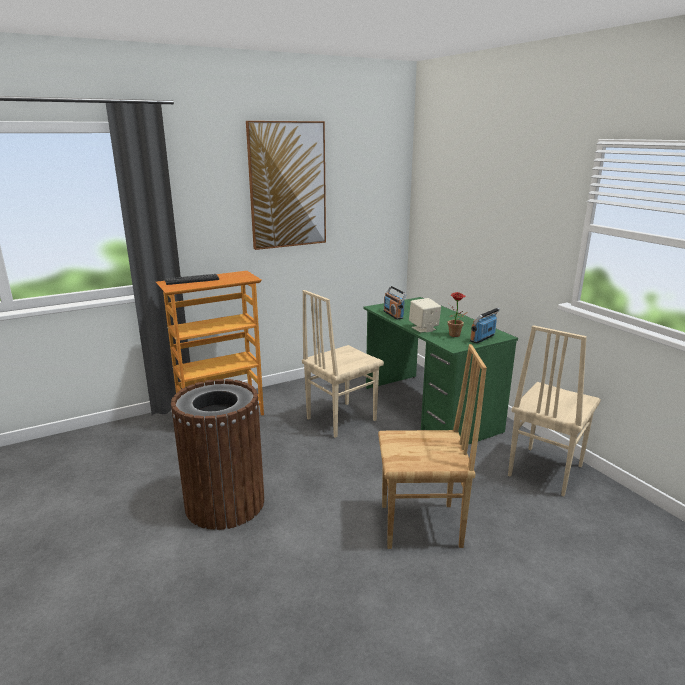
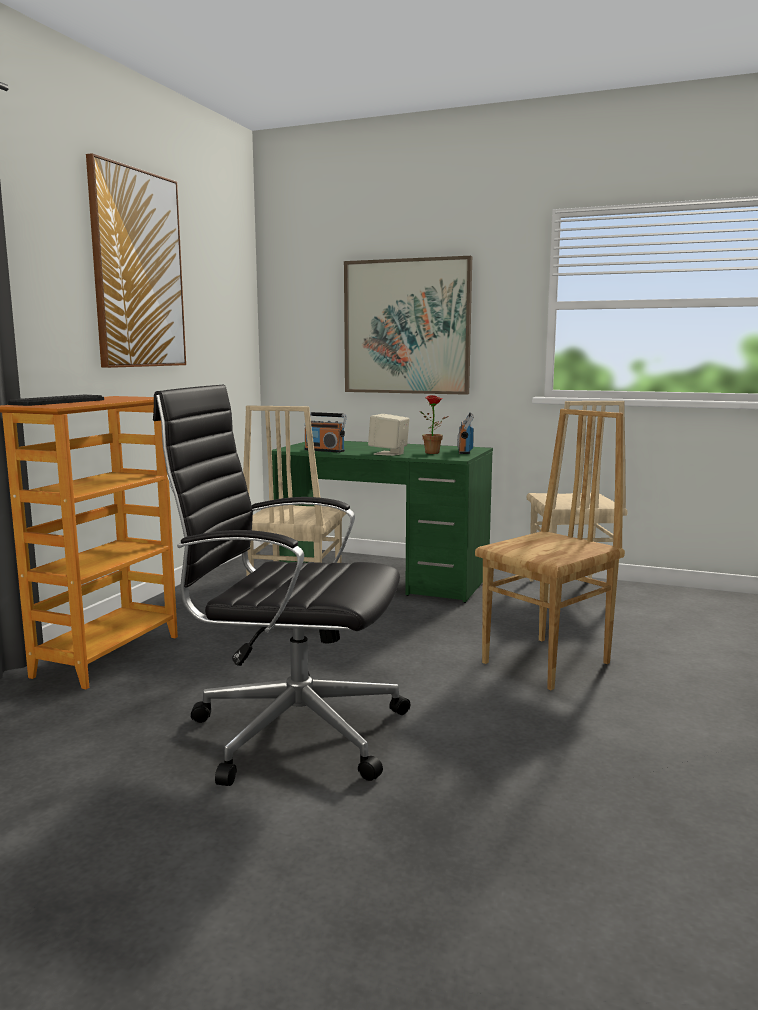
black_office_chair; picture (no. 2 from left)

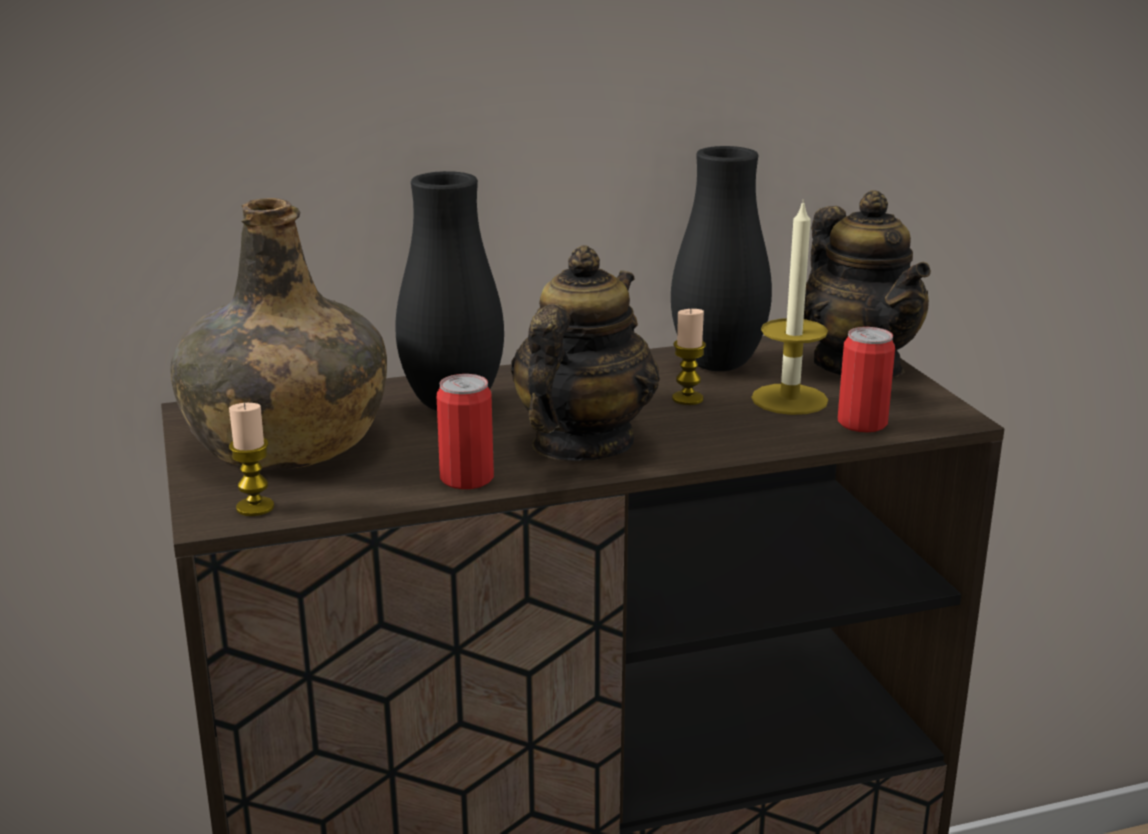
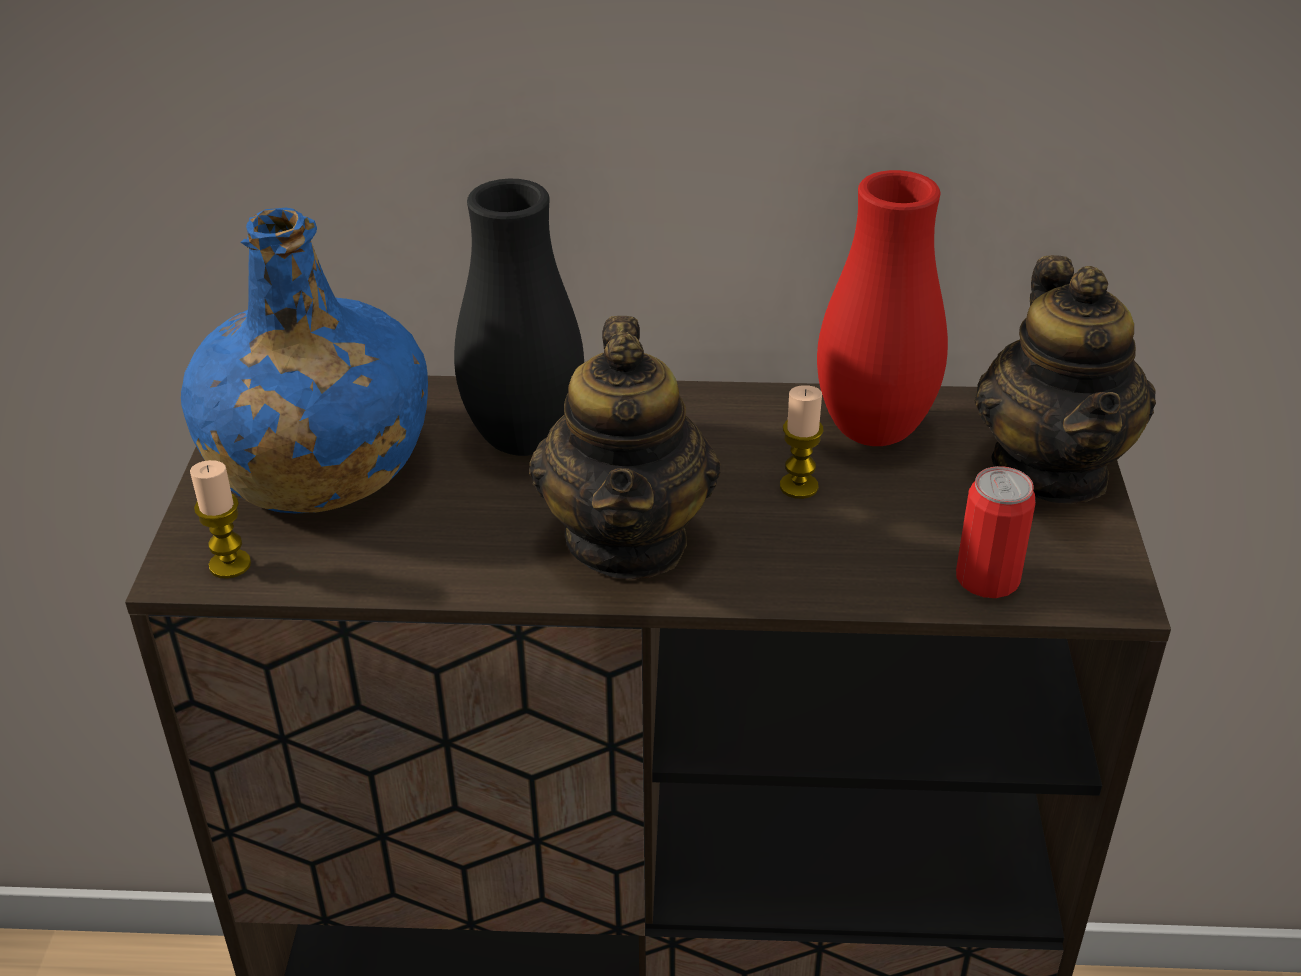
red_vase; blue_bottle; candle (no. 3 from left in the first image); teapot (no. 1 from left); can (no. 1 from left in the first image)

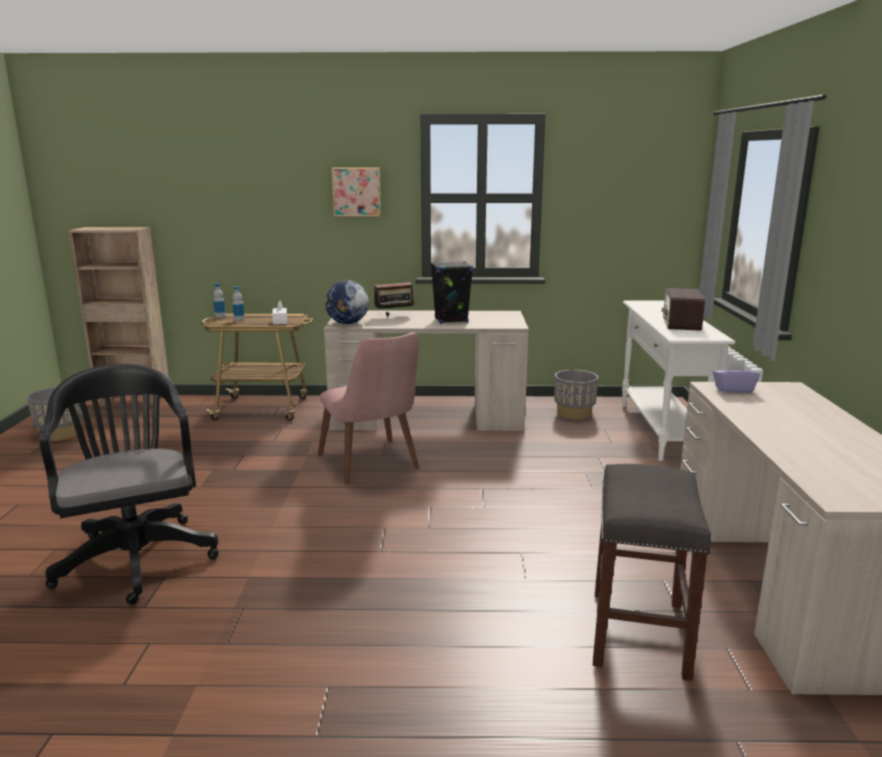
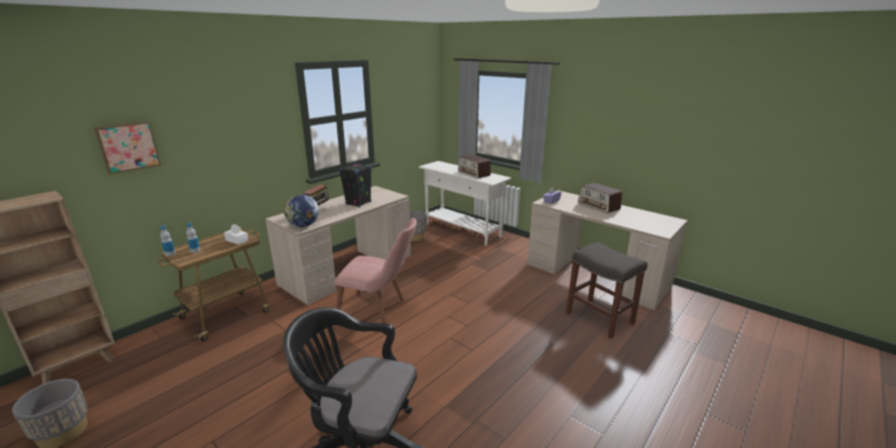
picture; radio (no. 3 from left)

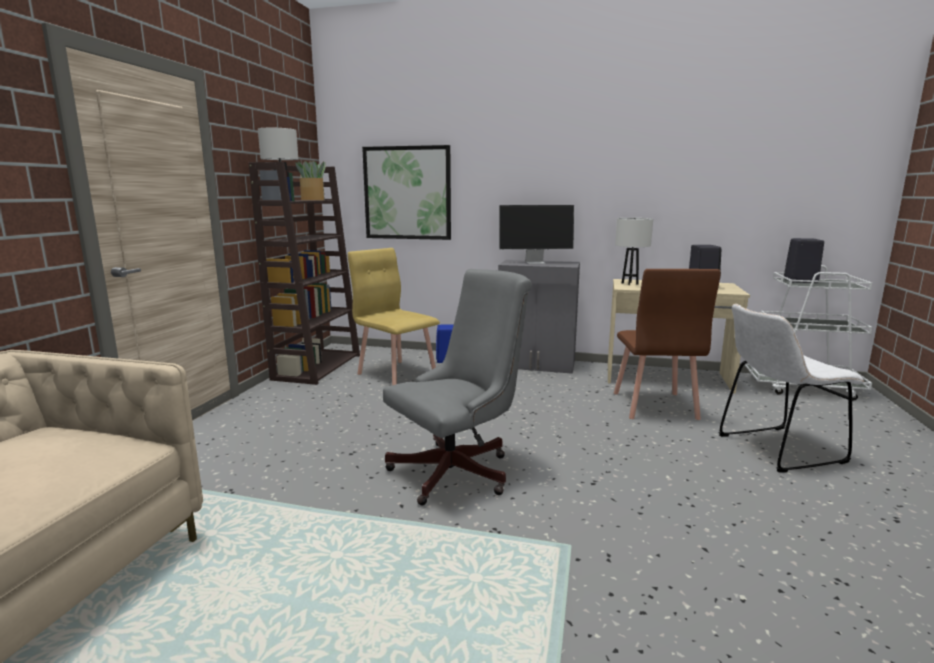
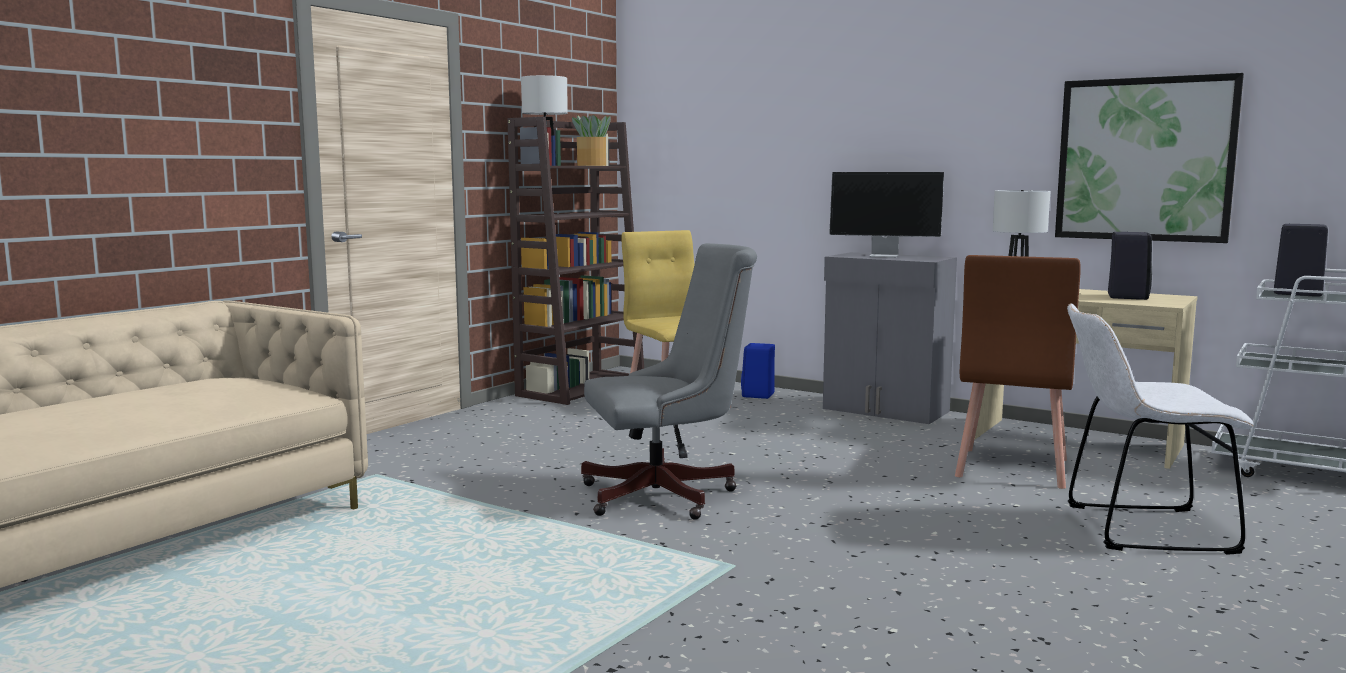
picture

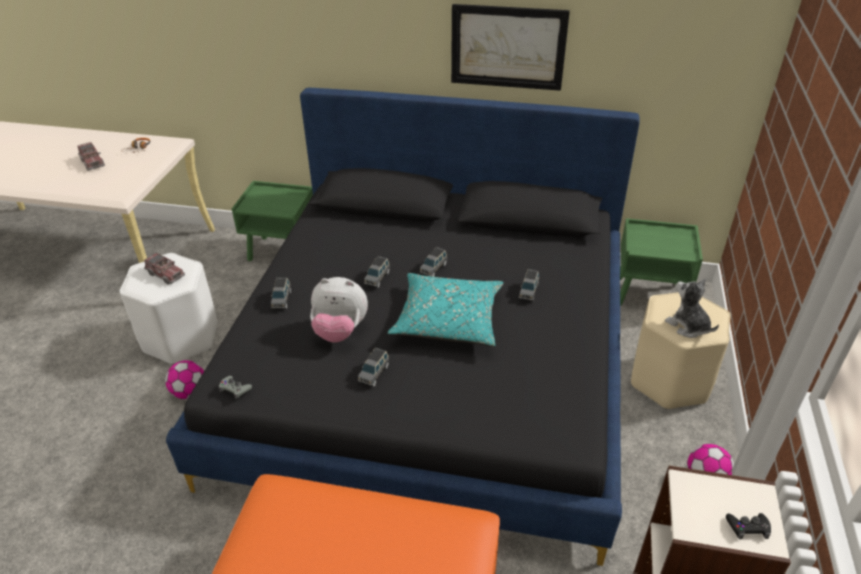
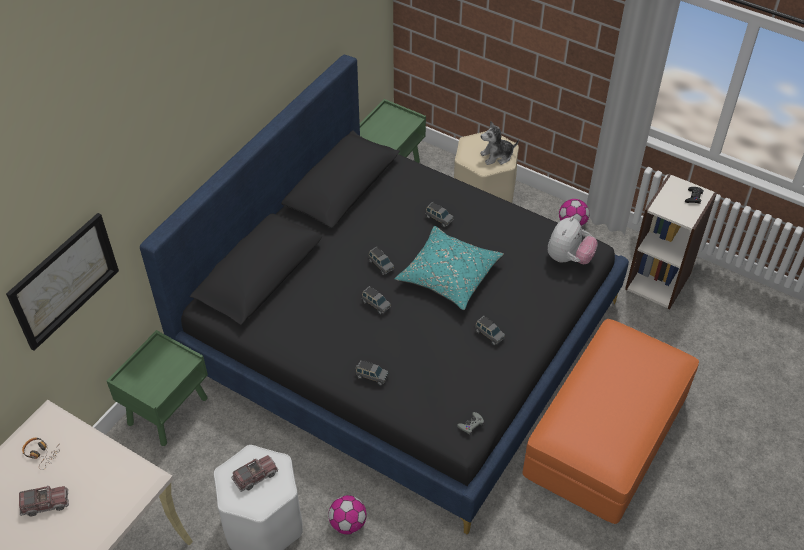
picture; plush_toy (no. 2 from left)

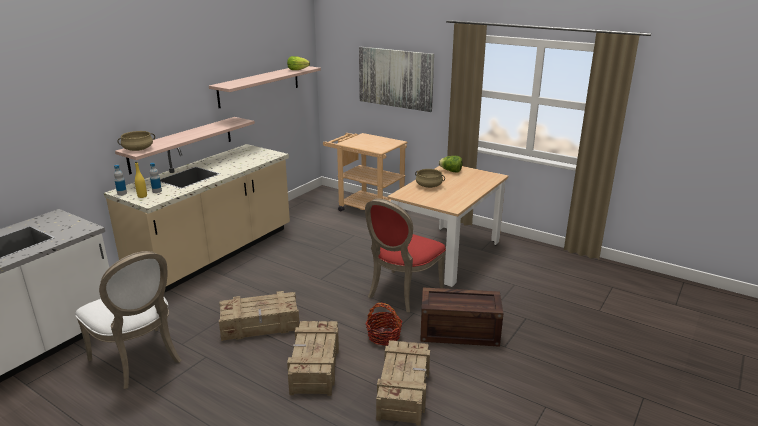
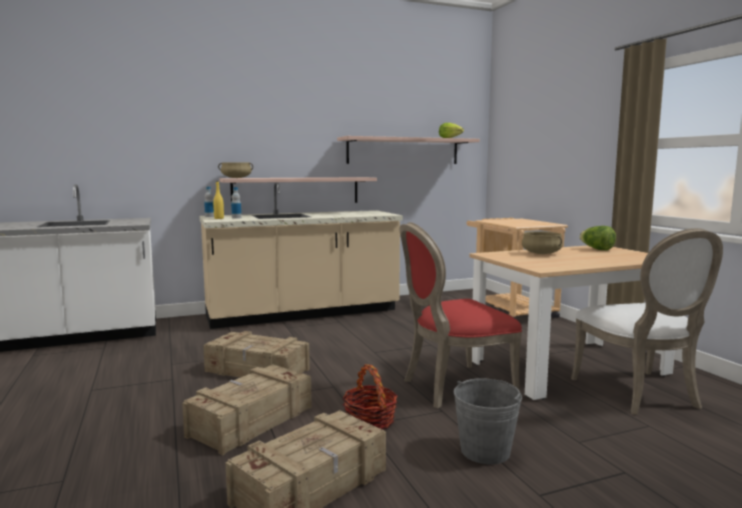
picture; white_chair; grey_bucket

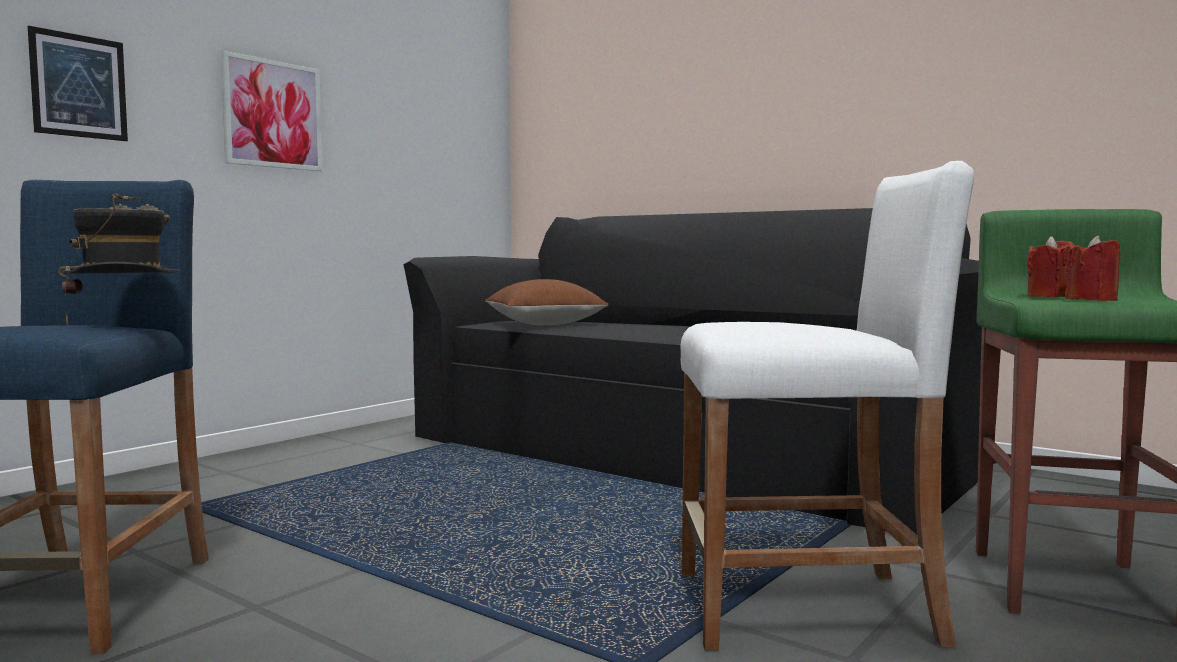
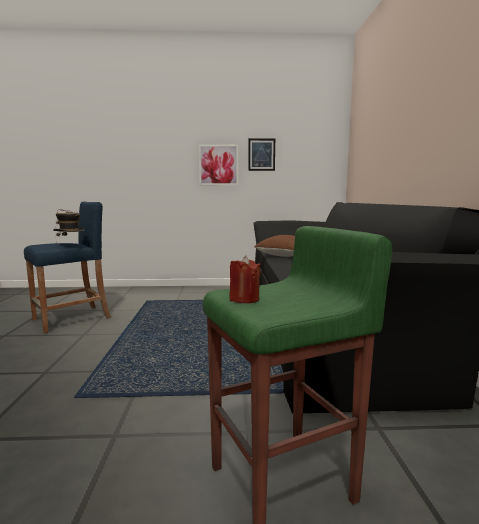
picture (no. 2 from left); white_stool; red_candle (no. 1 from left in the first image)

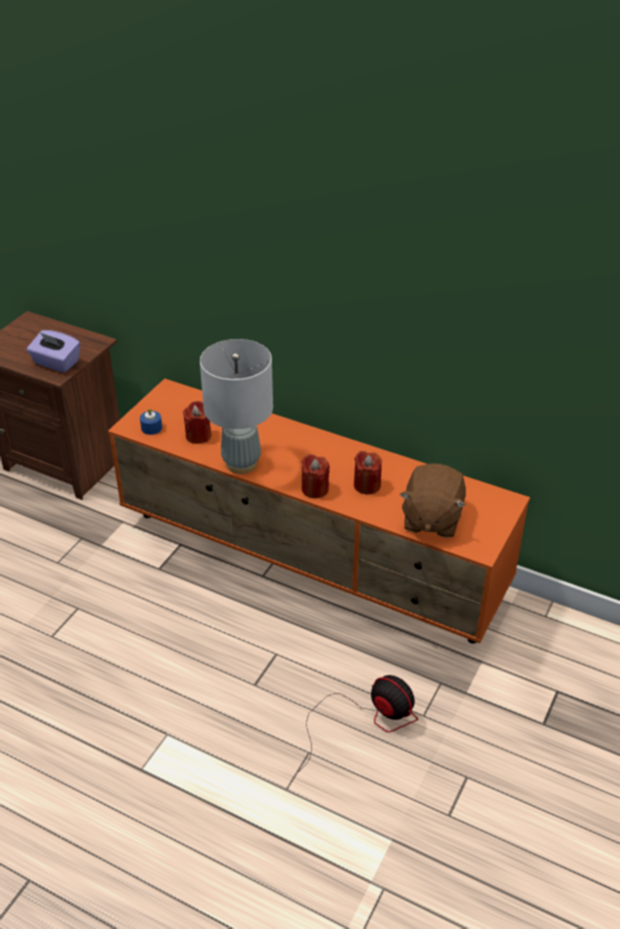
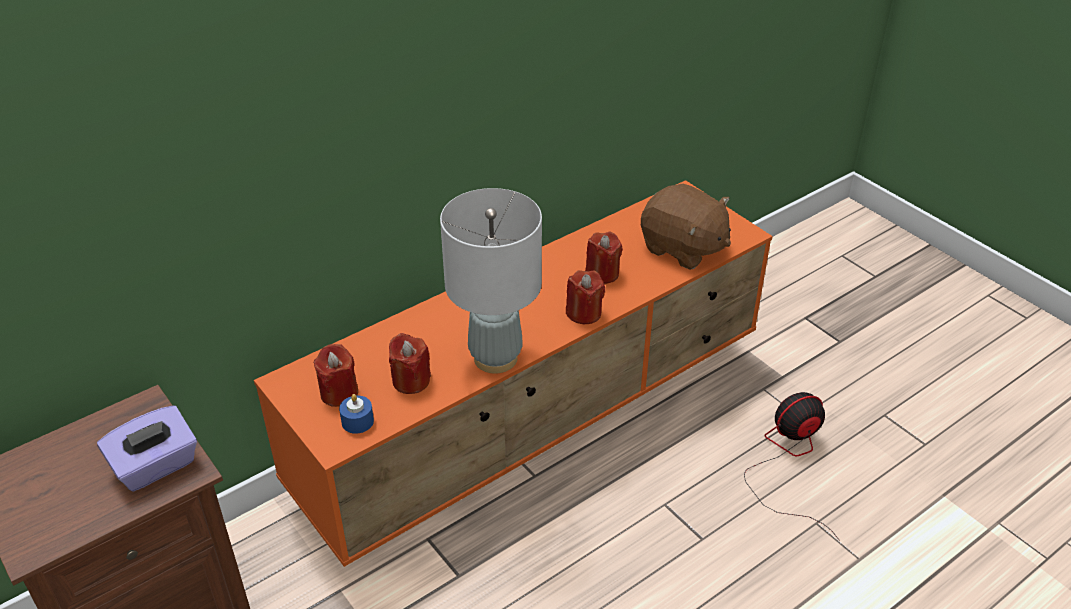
red_candle (no. 1 from left)

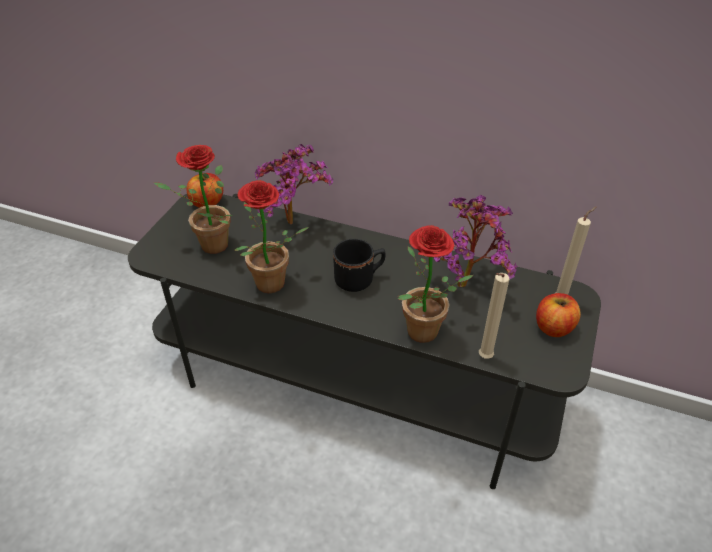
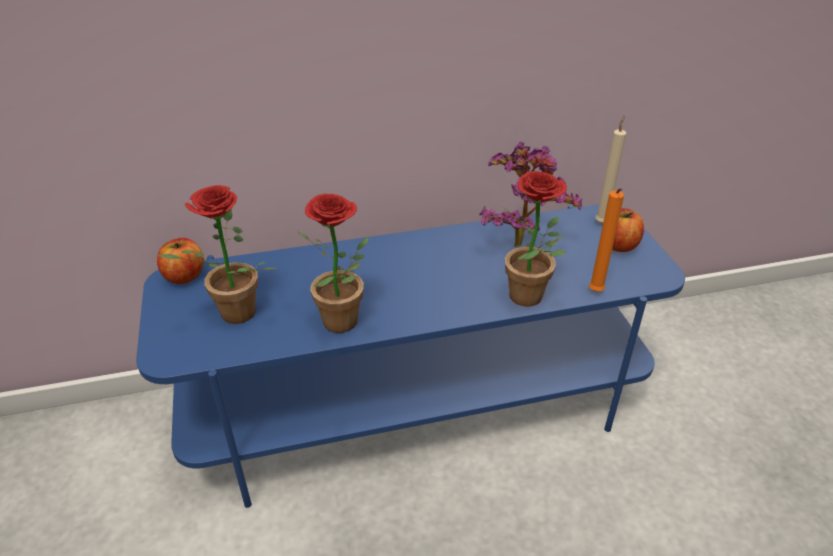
potted_plant (no. 3 from left in the first image); blue_tv_stand; black_mug; orange_candle

